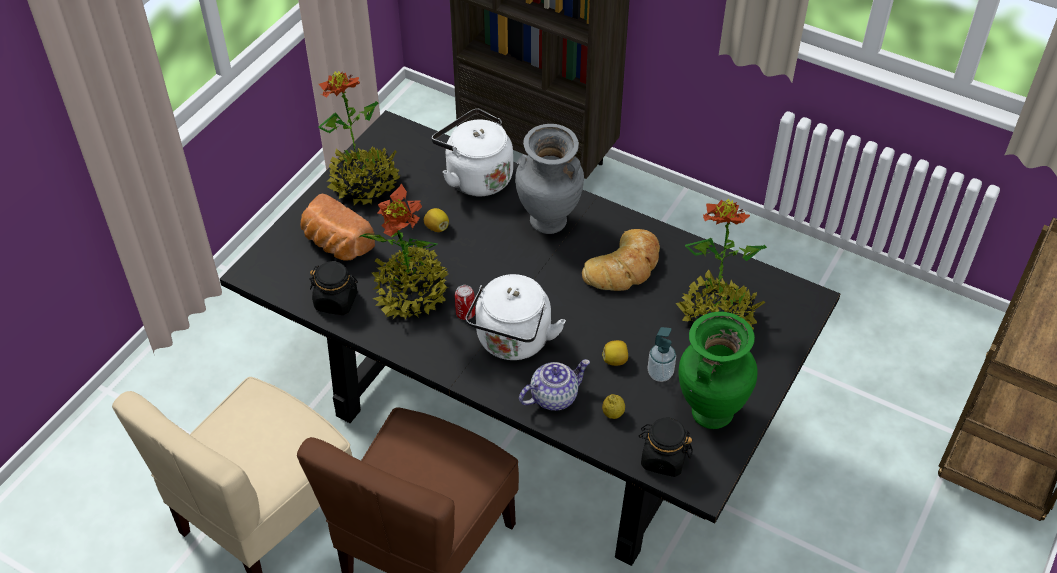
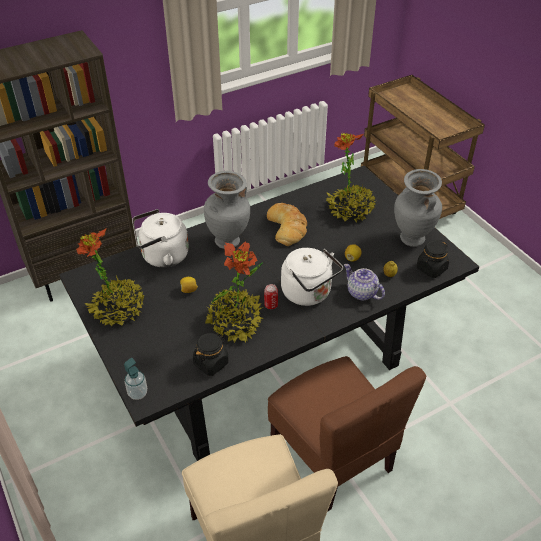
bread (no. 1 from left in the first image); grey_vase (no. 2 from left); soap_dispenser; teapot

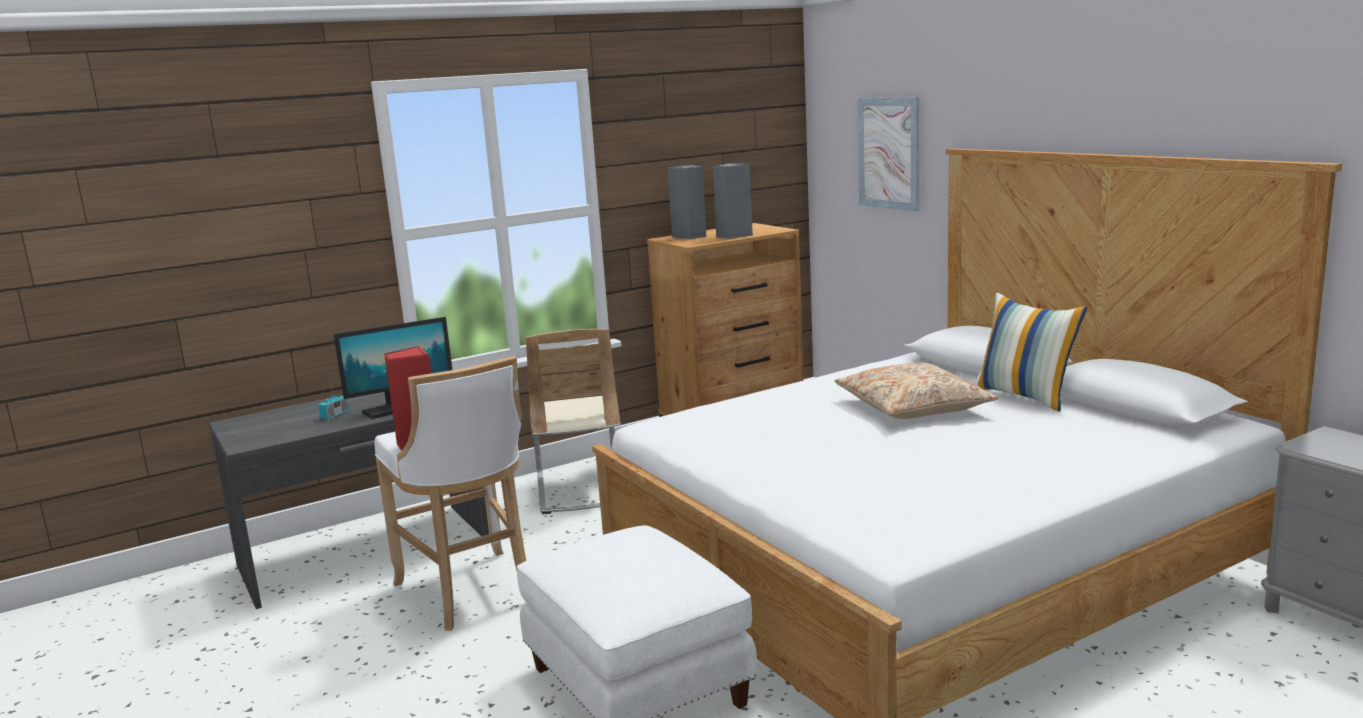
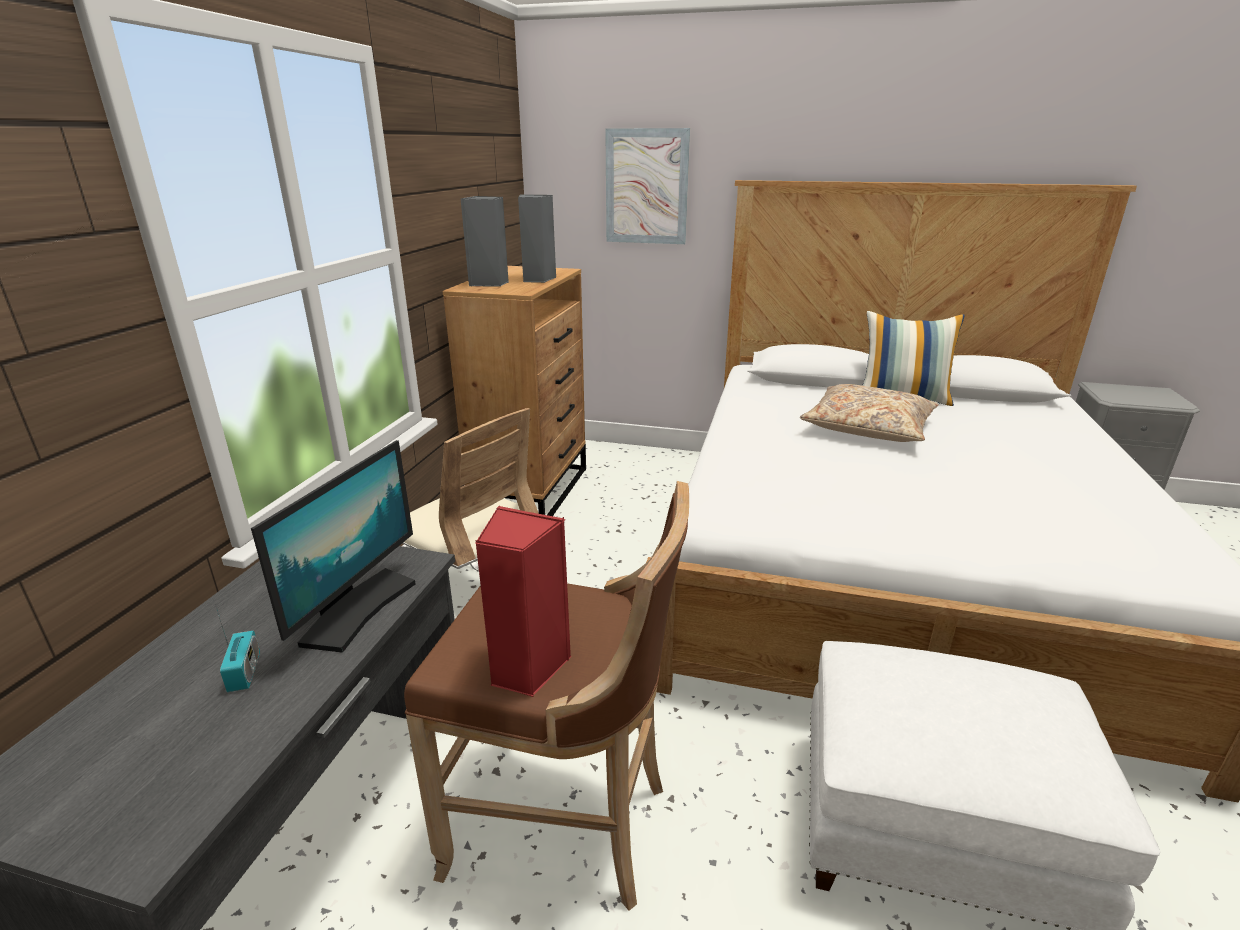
brown_stool

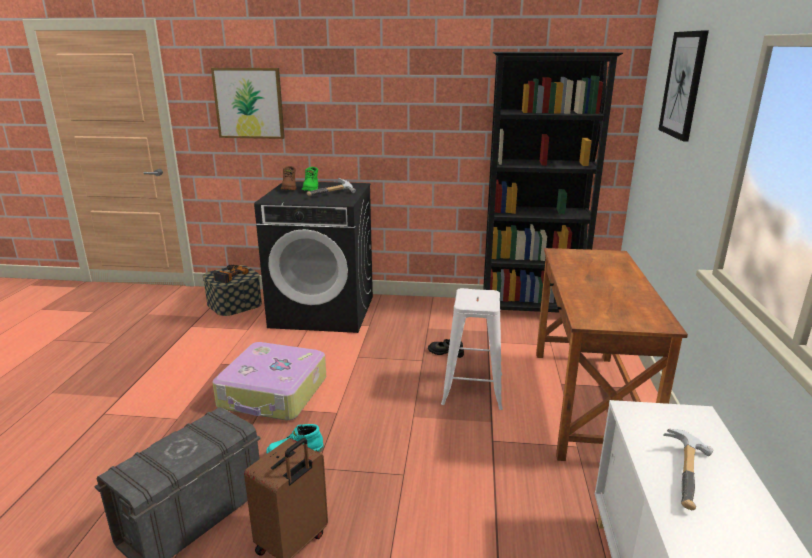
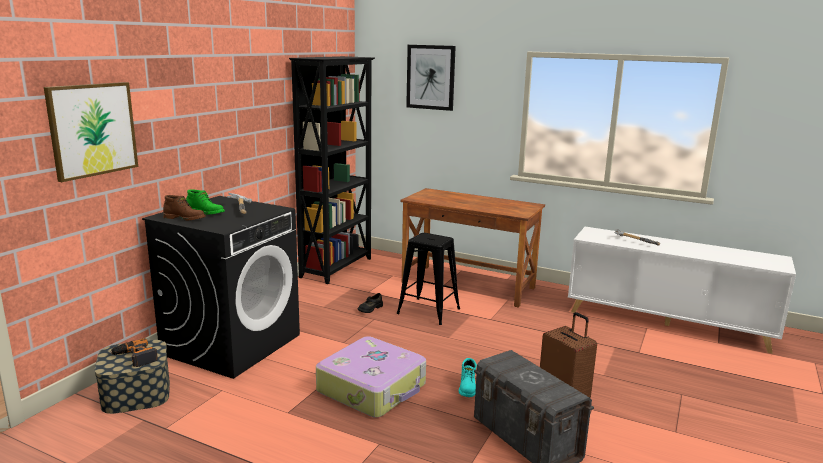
black_stool

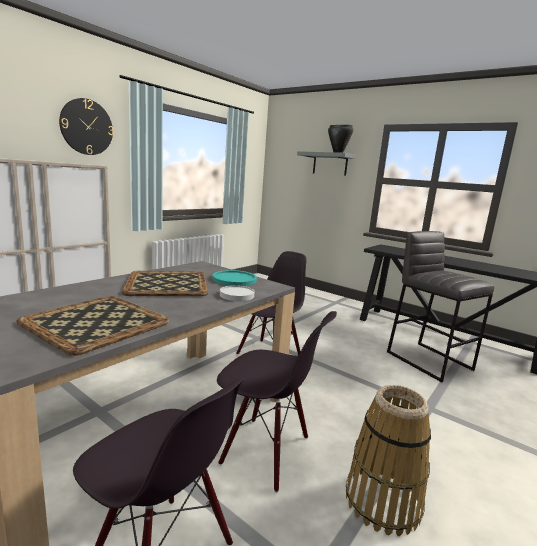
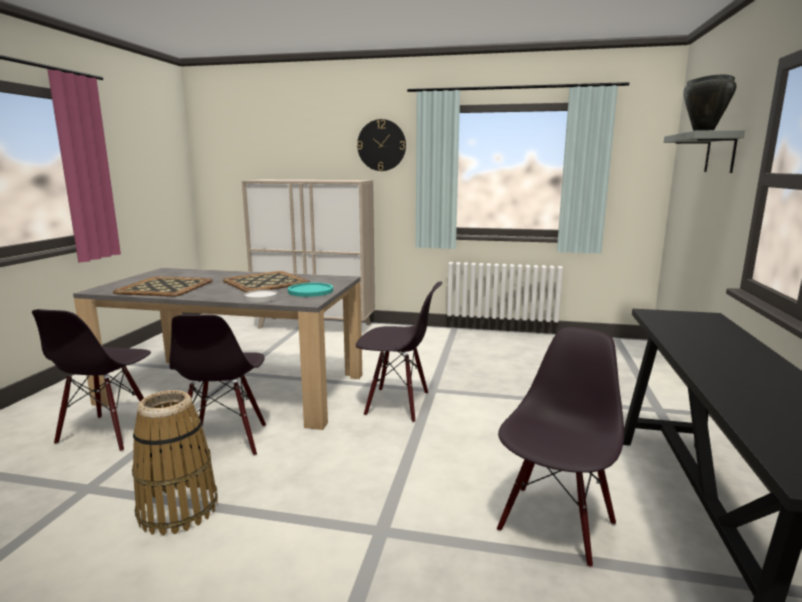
black_chair (no. 4 from left)

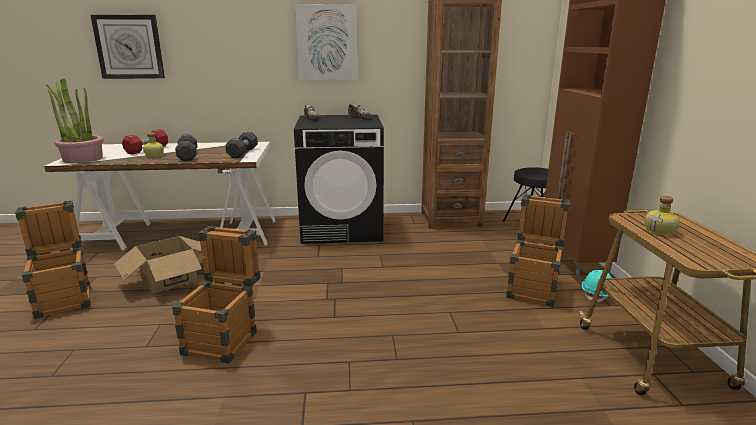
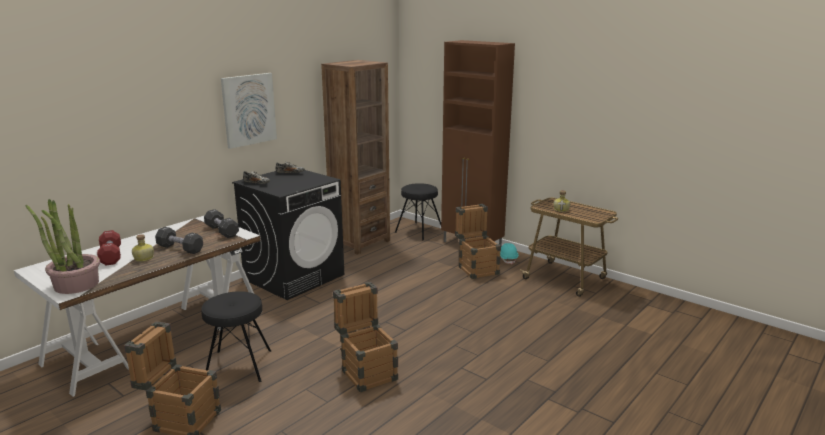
wall_clock; black_stool (no. 1 from left)

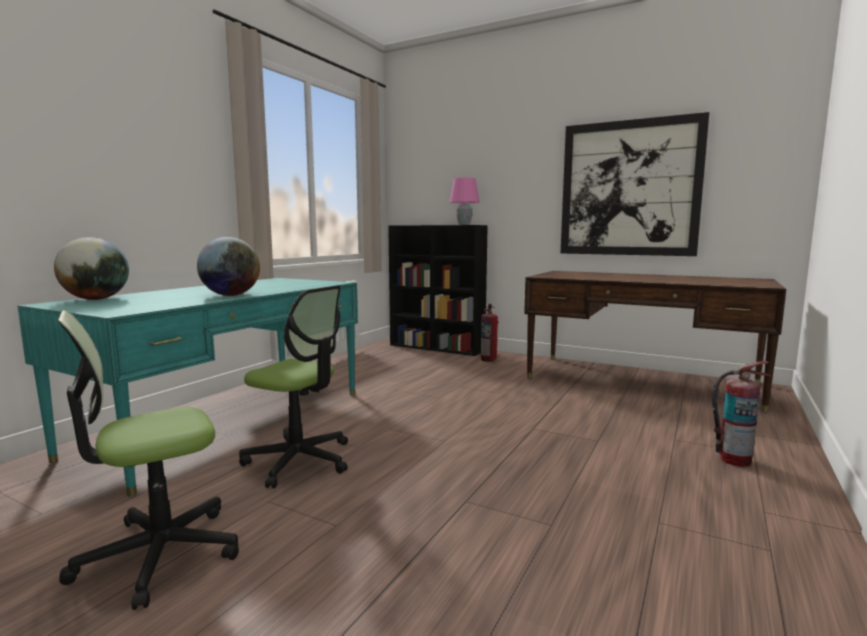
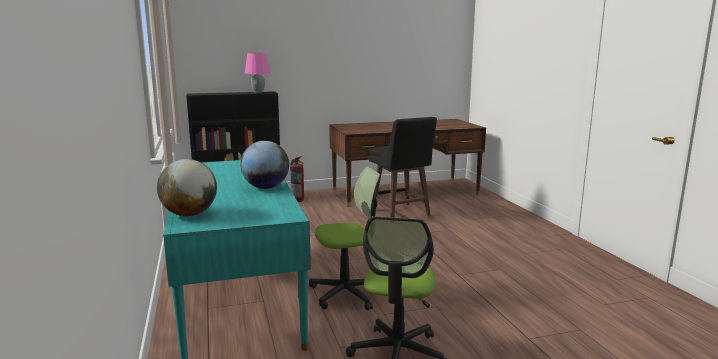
picture; fire_extinguisher (no. 2 from left in the first image); black_stool

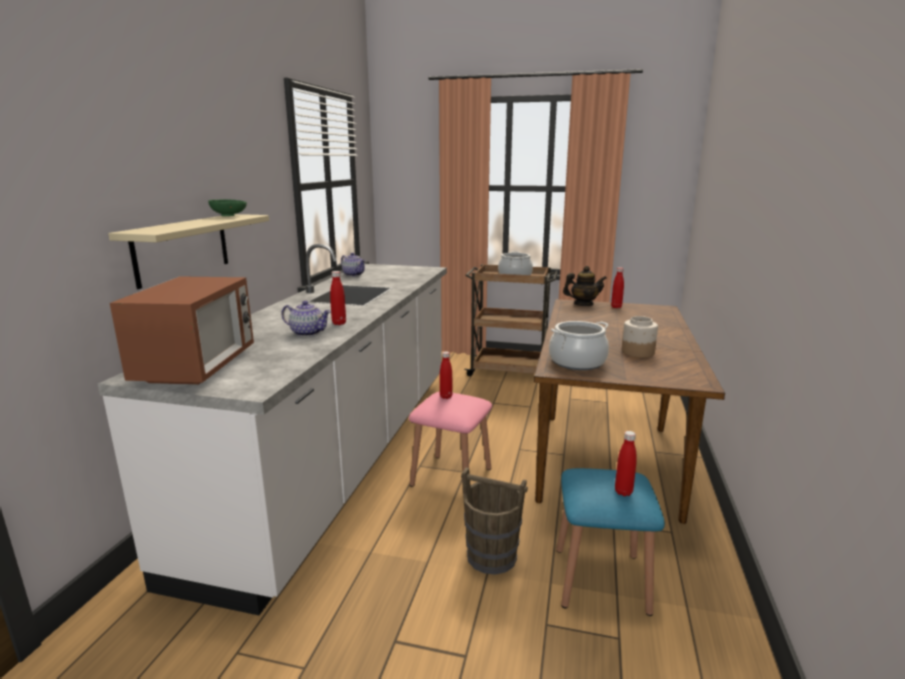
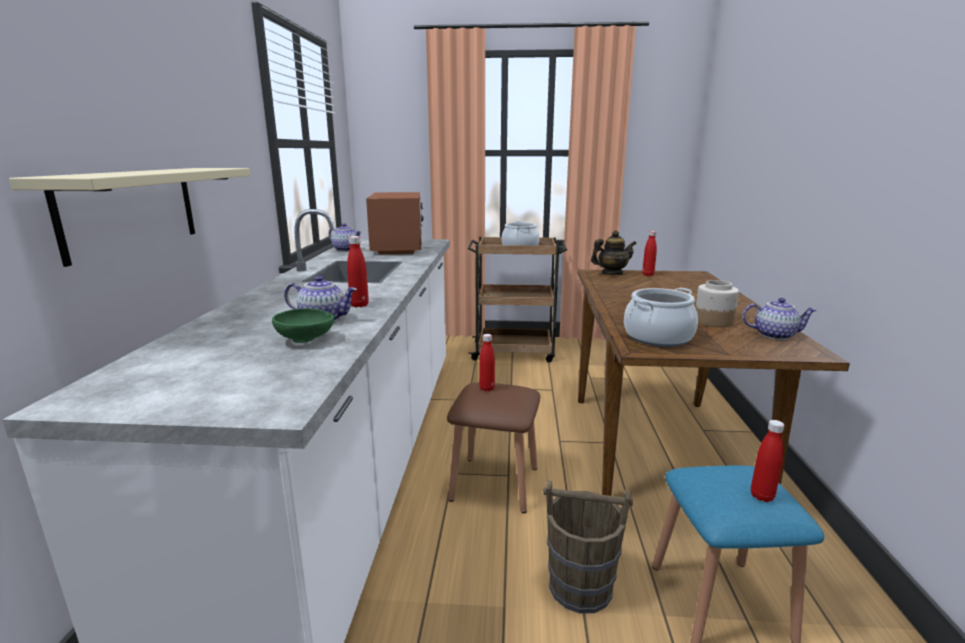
green_bowl; microwave; brown_stool; teapot (no. 4 from left)

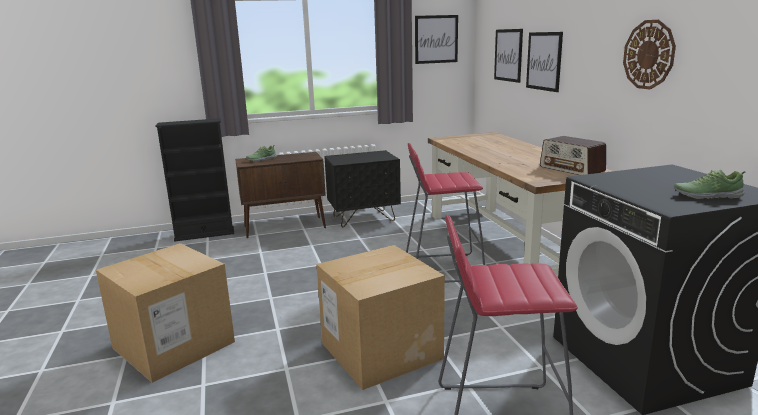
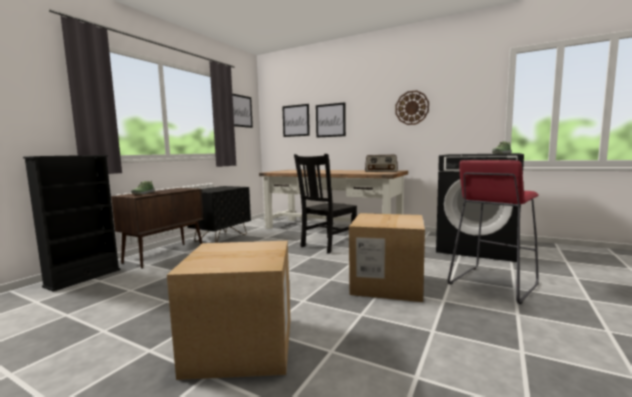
black_chair

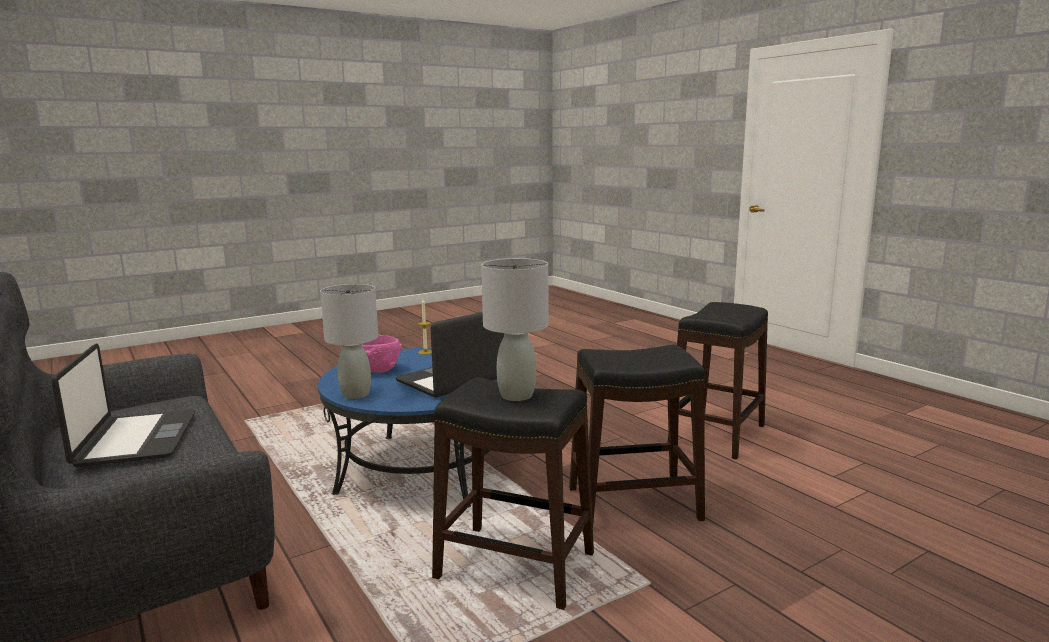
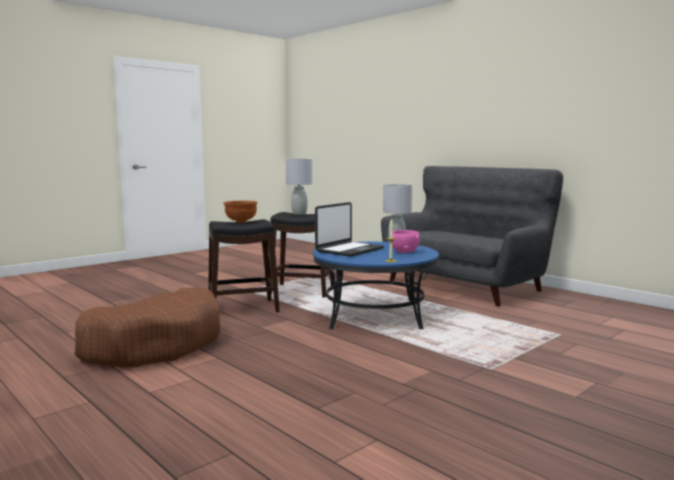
brown_dog_bed; laptop (no. 1 from left in the first image); brown_bowl

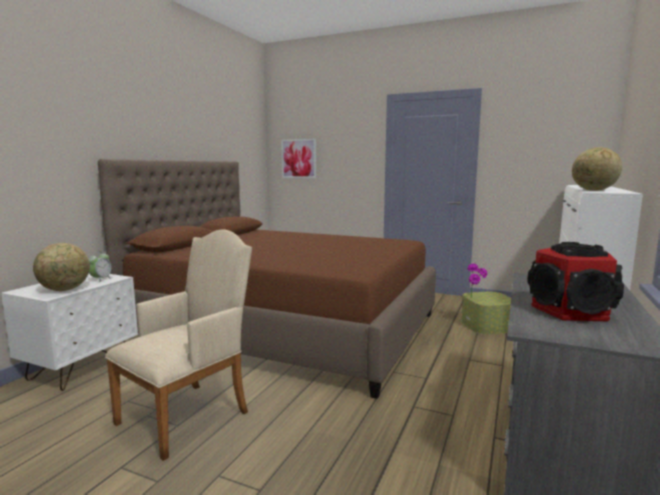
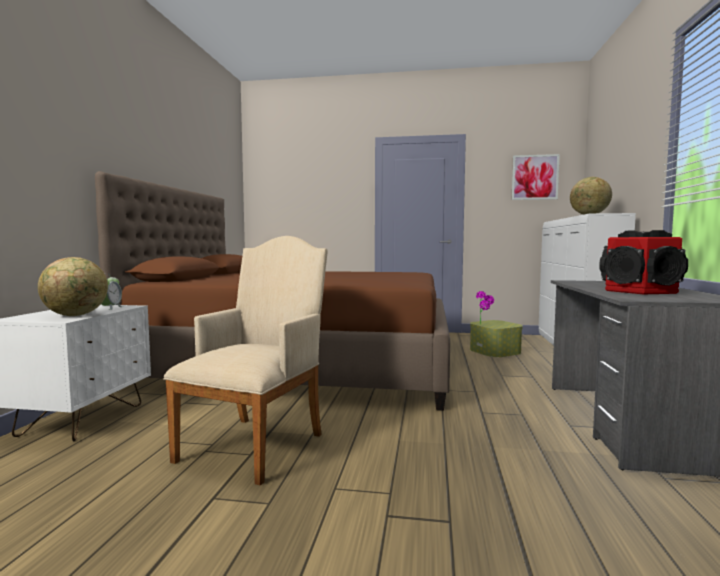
picture

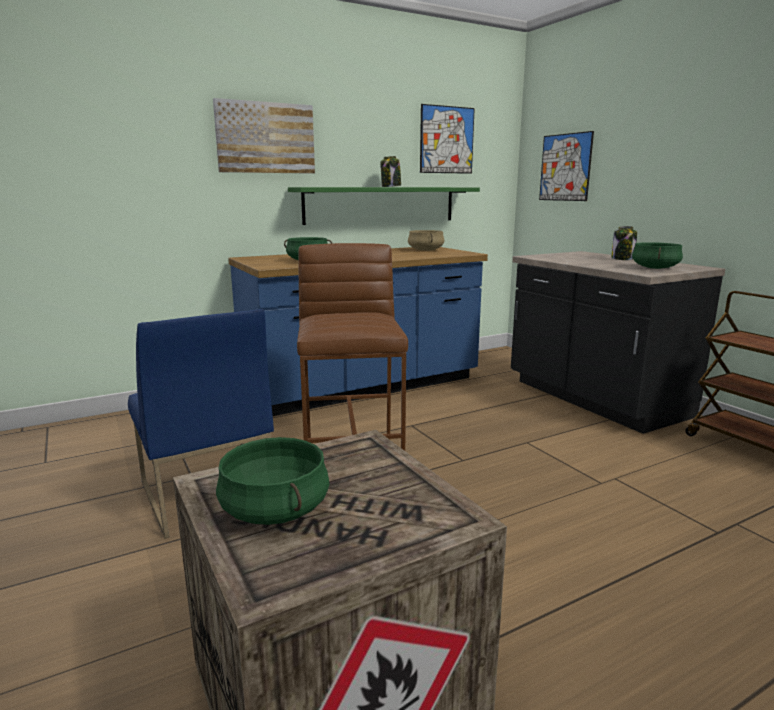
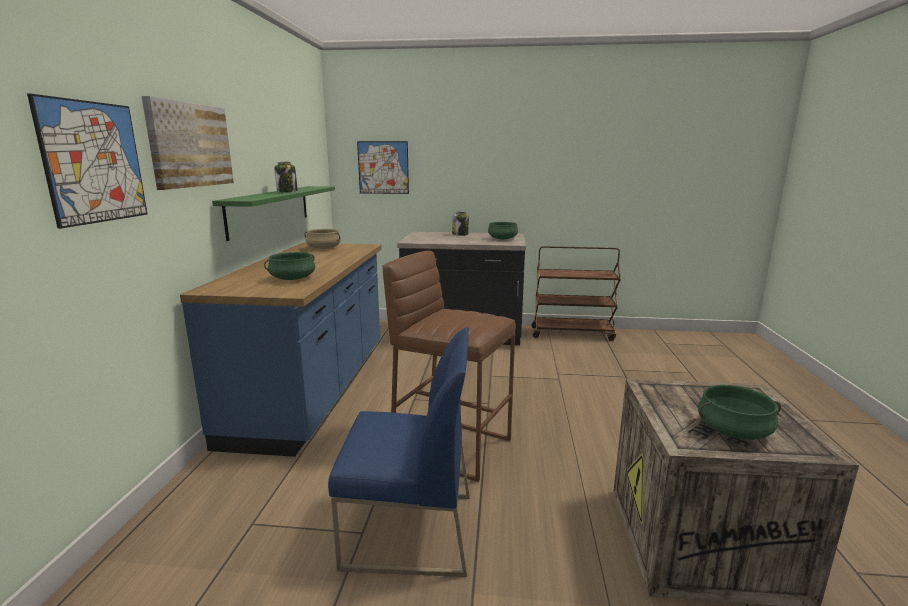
picture (no. 1 from left)

